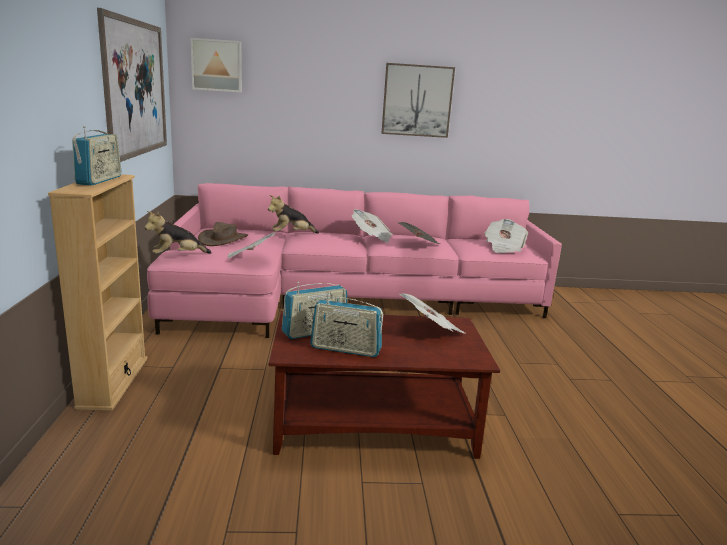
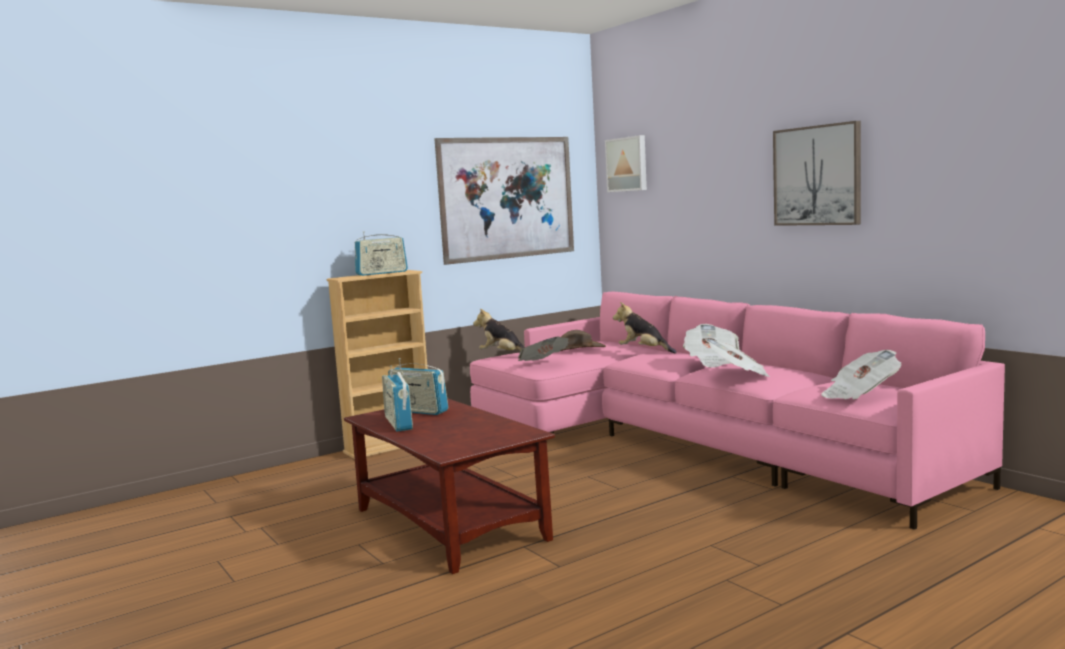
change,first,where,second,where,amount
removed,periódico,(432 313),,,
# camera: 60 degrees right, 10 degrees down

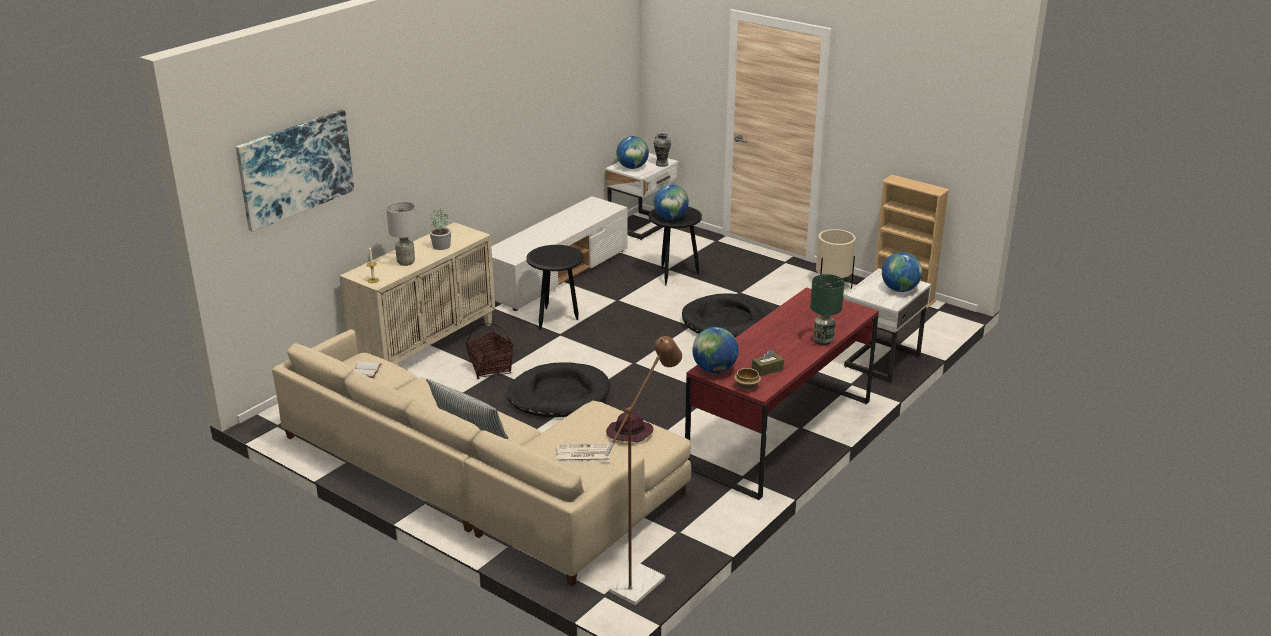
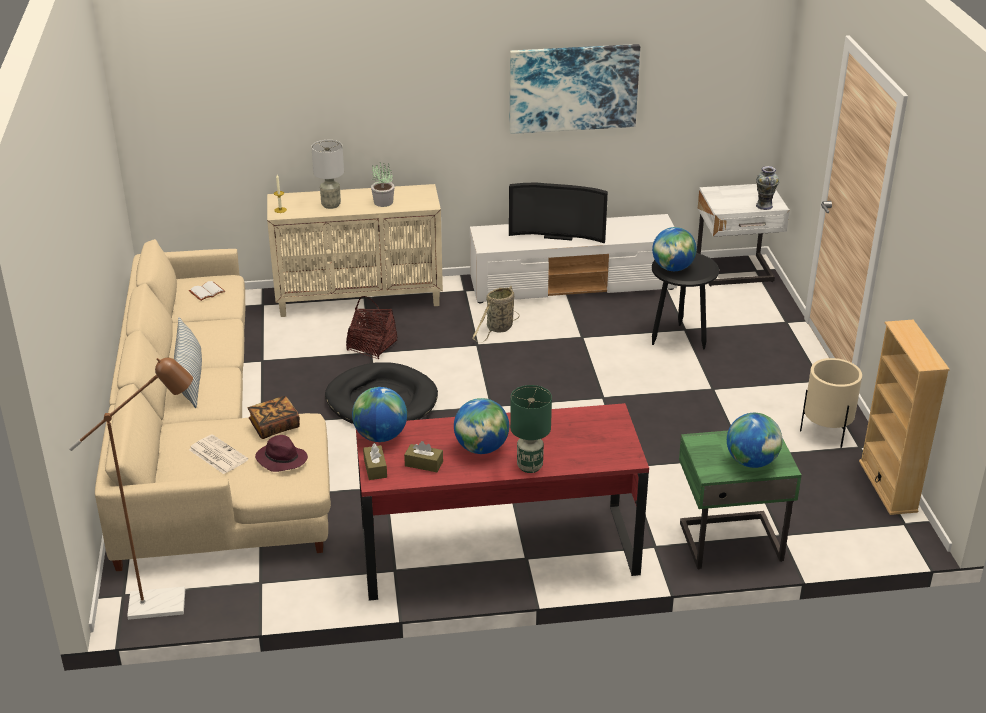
change,first,where,second,where,amount
moved,cuadro,(295 171),,(575 89),
moved,globo terráqueo,(632 152),,(481 426),
replaced,mesa auxiliar [negro],(555 287),cesta,(496 314),
recoloured,mesita de noche [blanco],(887 325),mesita de noche [verde],(740 500),
removed,cama para perro [negro],(727 315),,,
replaced,cuenco,(747 379),caja de pañuelos [marrón],(375 461),
added,,,televisor,(558 212),
added,,,libro,(274 417),
# camera: 45 degrees right, 5 degrees up

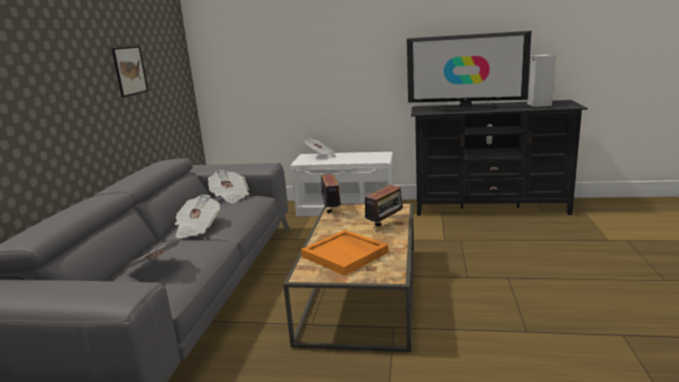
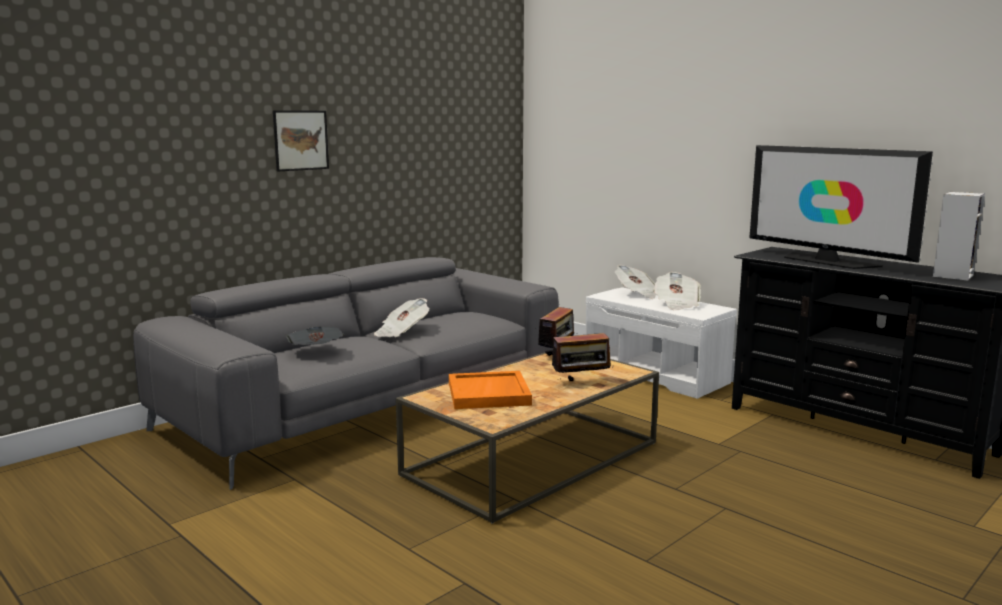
change,first,where,second,where,amount
moved,cuadro,(129 71),,(301 140),
moved,periódico,(229 186),,(677 291),
# camera: 35 degrees right, 5 degrees down

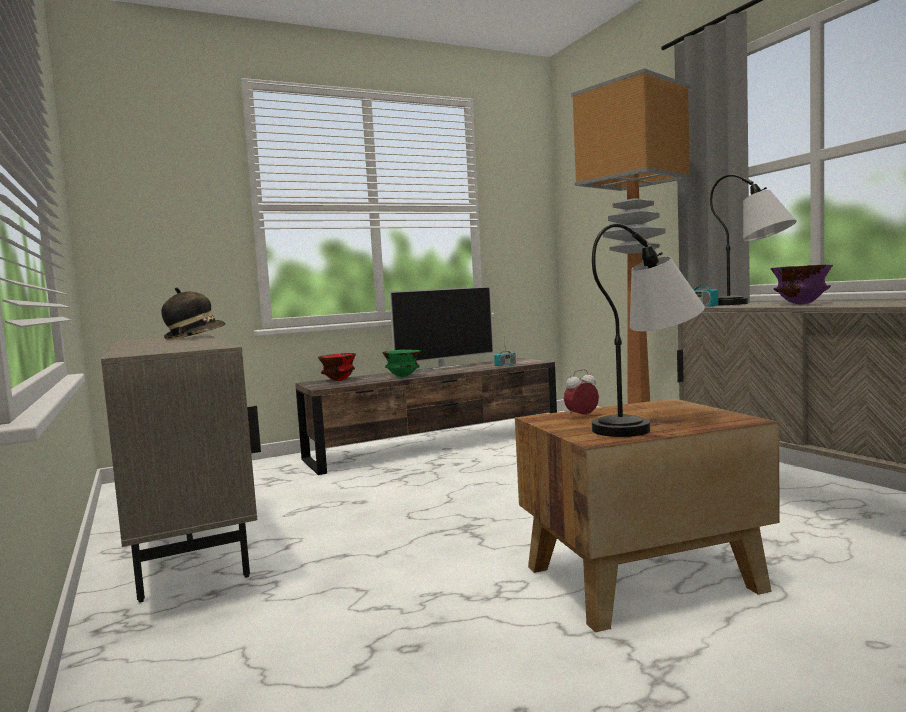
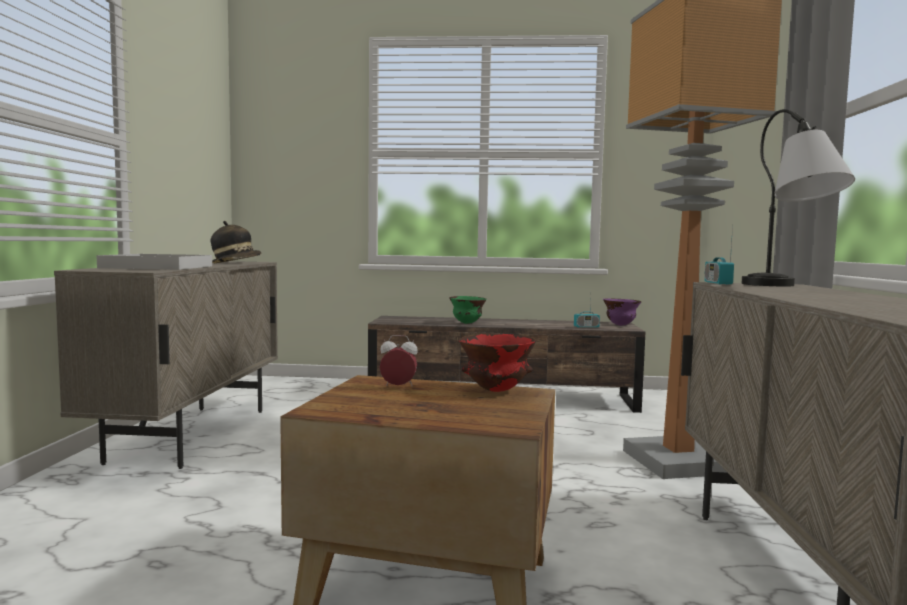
change,first,where,second,where,amount
removed,lámpara de mesa,(648 330),,,
moved,cuenco [morado],(802 285),,(622 312),
removed,televisor,(441 328),,,
moved,cuenco [rojo],(337 367),,(497 363),
added,,,bandeja [blanco],(154 262),
# camera: 30 degrees right, 0 degrees up

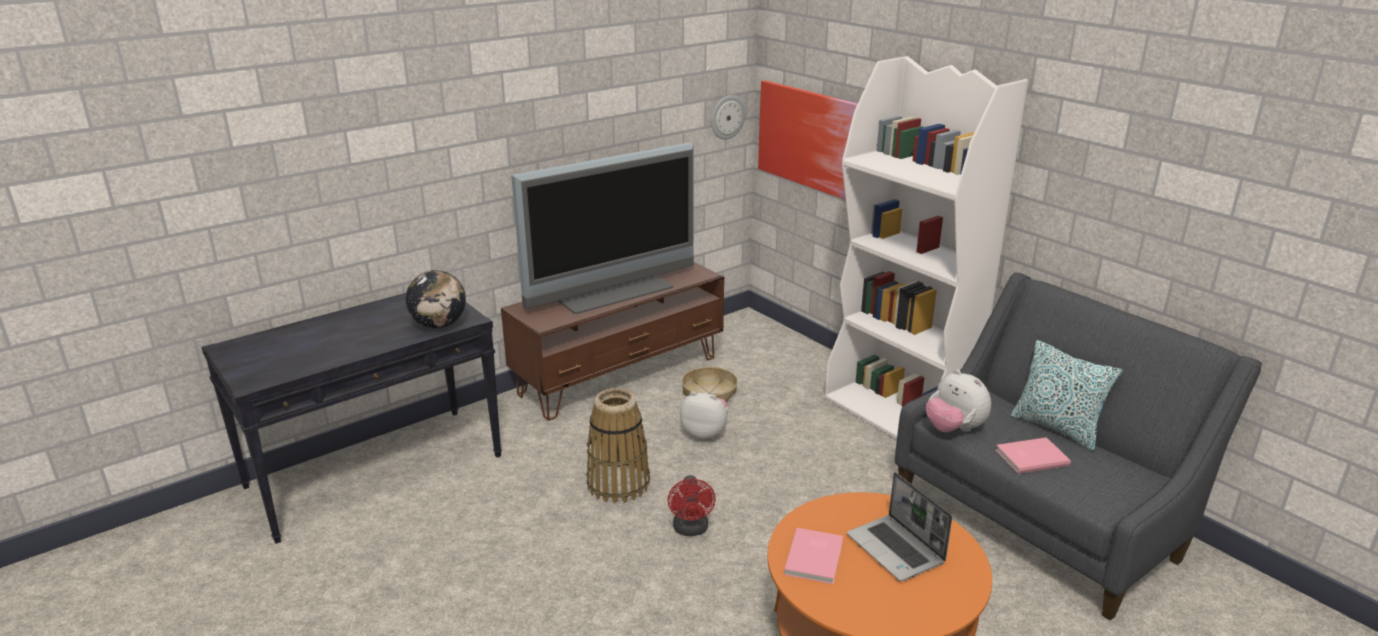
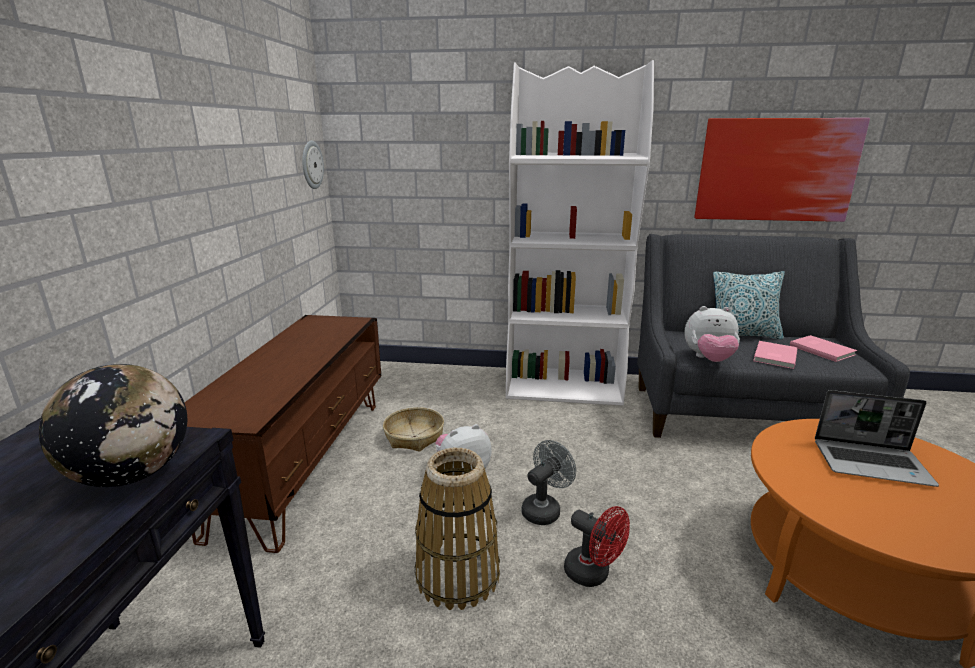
change,first,where,second,where,amount
moved,cuadro,(808 140),,(782 170),
removed,televisor,(602 228),,,
moved,libro [rosa],(813 556),,(823 348),
added,,,ventilador [gris],(549 482),
# camera: 45 degrees left, 5 degrees down

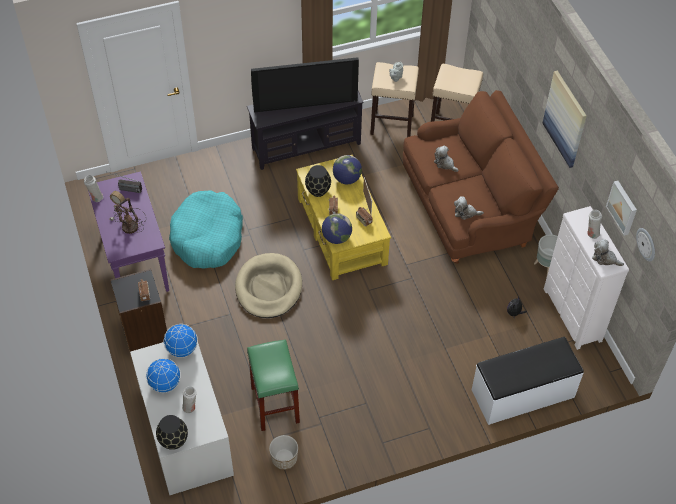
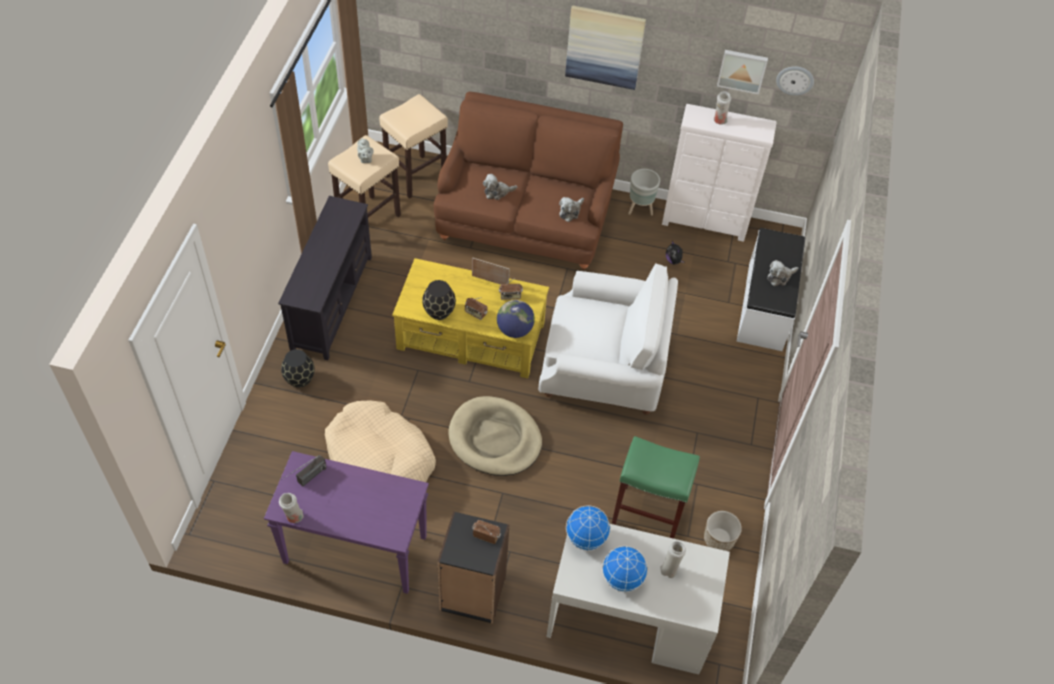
change,first,where,second,where,amount
removed,televisor,(305 85),,,
removed,globo terráqueo,(347 169),,,
recoloured,cama para perro [turquesa],(206 229),cama para perro [beis],(380 441),
removed,lámpara de mesa,(127 212),,,
moved,peluche,(608 252),,(782 273),
moved,florero [negro],(172 432),,(298 368),
added,,,sillón [blanco],(608 339),
# camera: 60 degrees left, 0 degrees up

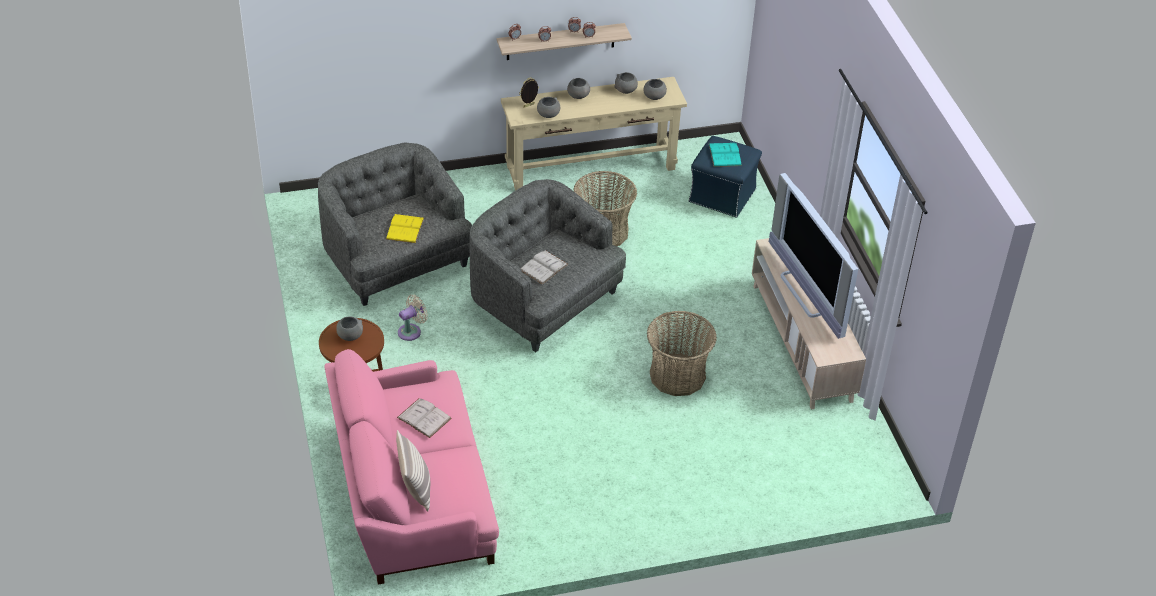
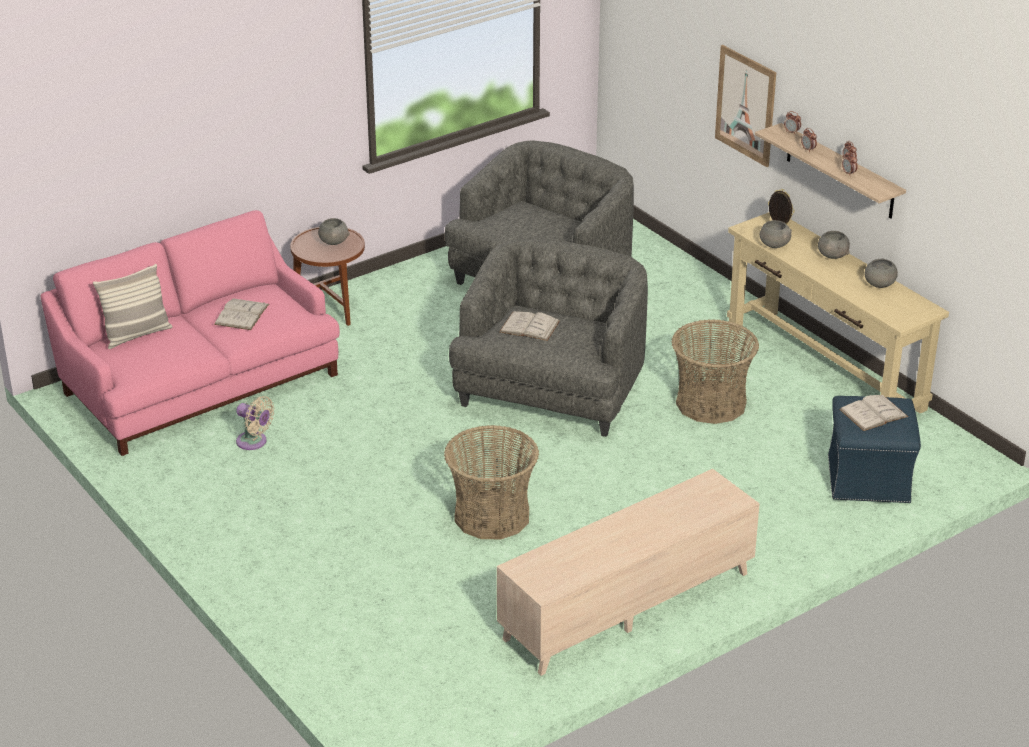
change,first,where,second,where,amount
removed,cuenco [gris],(655 89),,,
recoloured,libro [turquesa],(725 155),libro [blanco],(873 413),
removed,televisor,(813 256),,,
removed,libro [amarillo],(405 228),,,
moved,ventilador [beis],(413 317),,(255 423),
added,,,cuadro,(745 106),
# camera: 70 degrees right, 10 degrees down

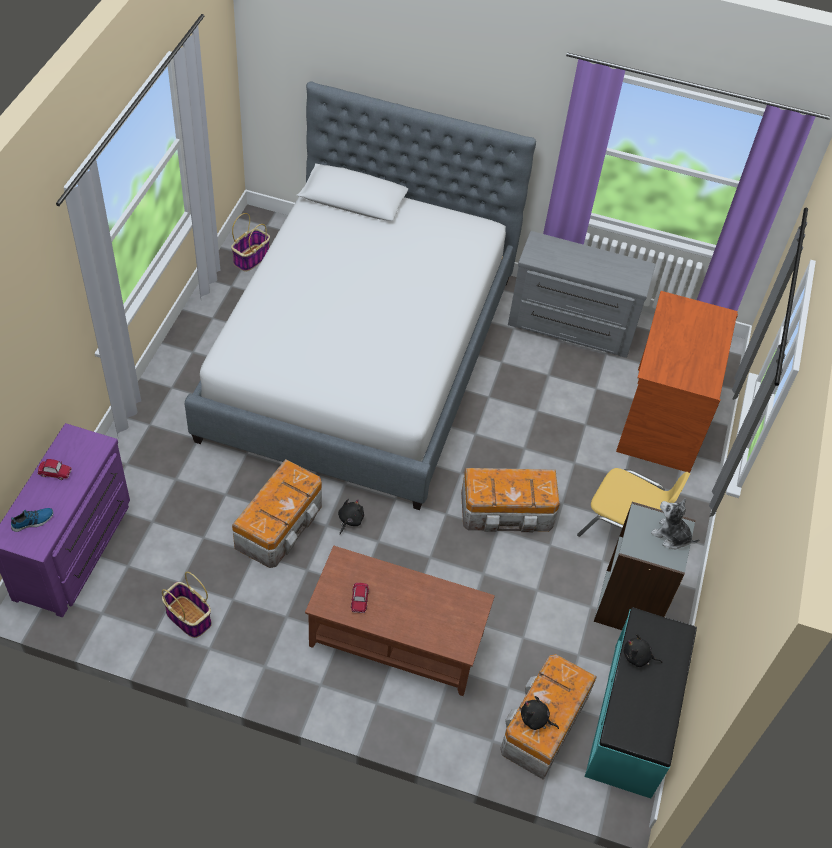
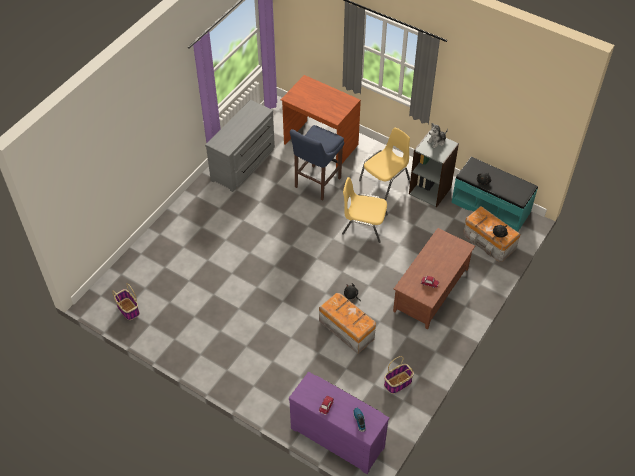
change,first,where,second,where,amount
removed,cama,(360 296),,,
replaced,caja de almacenaje,(510 500),silla [amarillo],(365 210),
added,,,taburete [azul],(317 162),
# camera: 70 degrees left, 0 degrees up

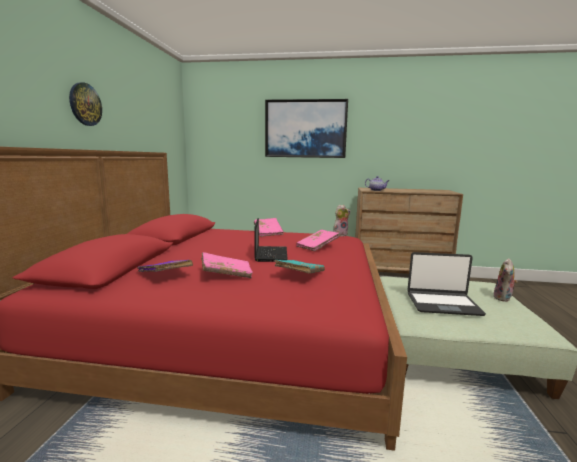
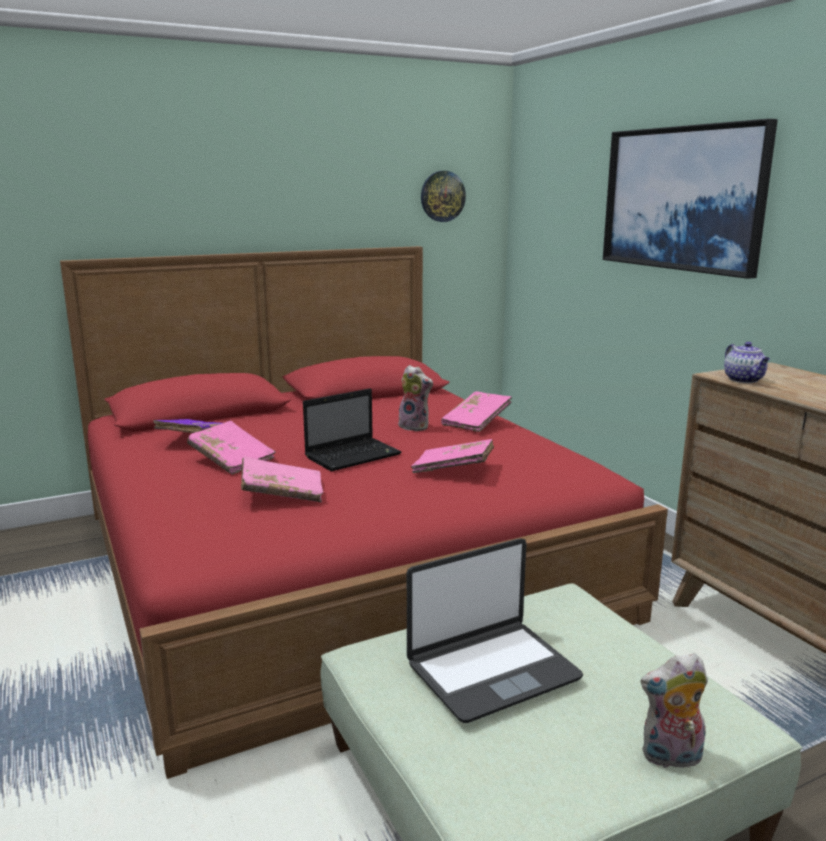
change,first,where,second,where,amount
moved,reloj de pared,(85 104),,(443 196),
moved,peluche,(342 221),,(415 398),
turned,portátil,(446 284),,(495 631),90 degrees counterclockwise
recoloured,libro [turquesa],(299 266),libro [rosa],(282 479),
# camera: 55 degrees right, 5 degrees up

